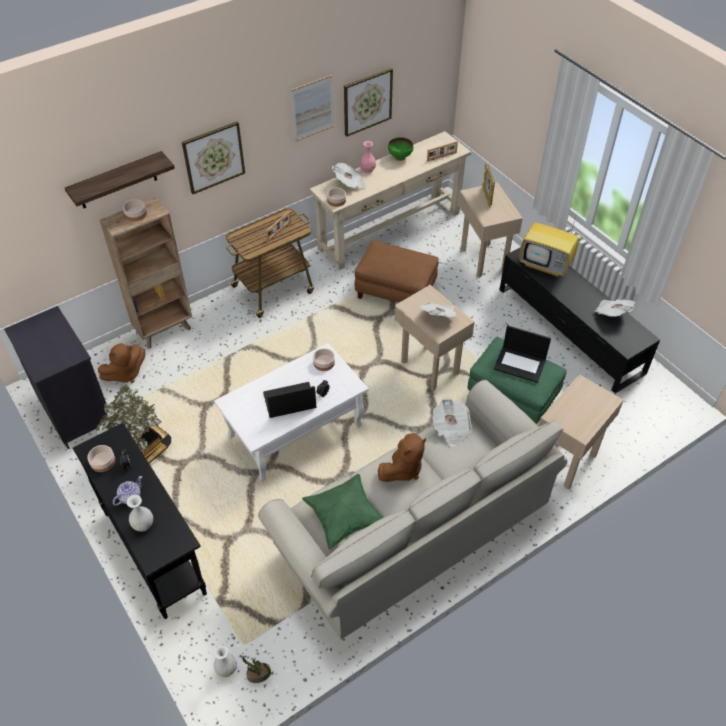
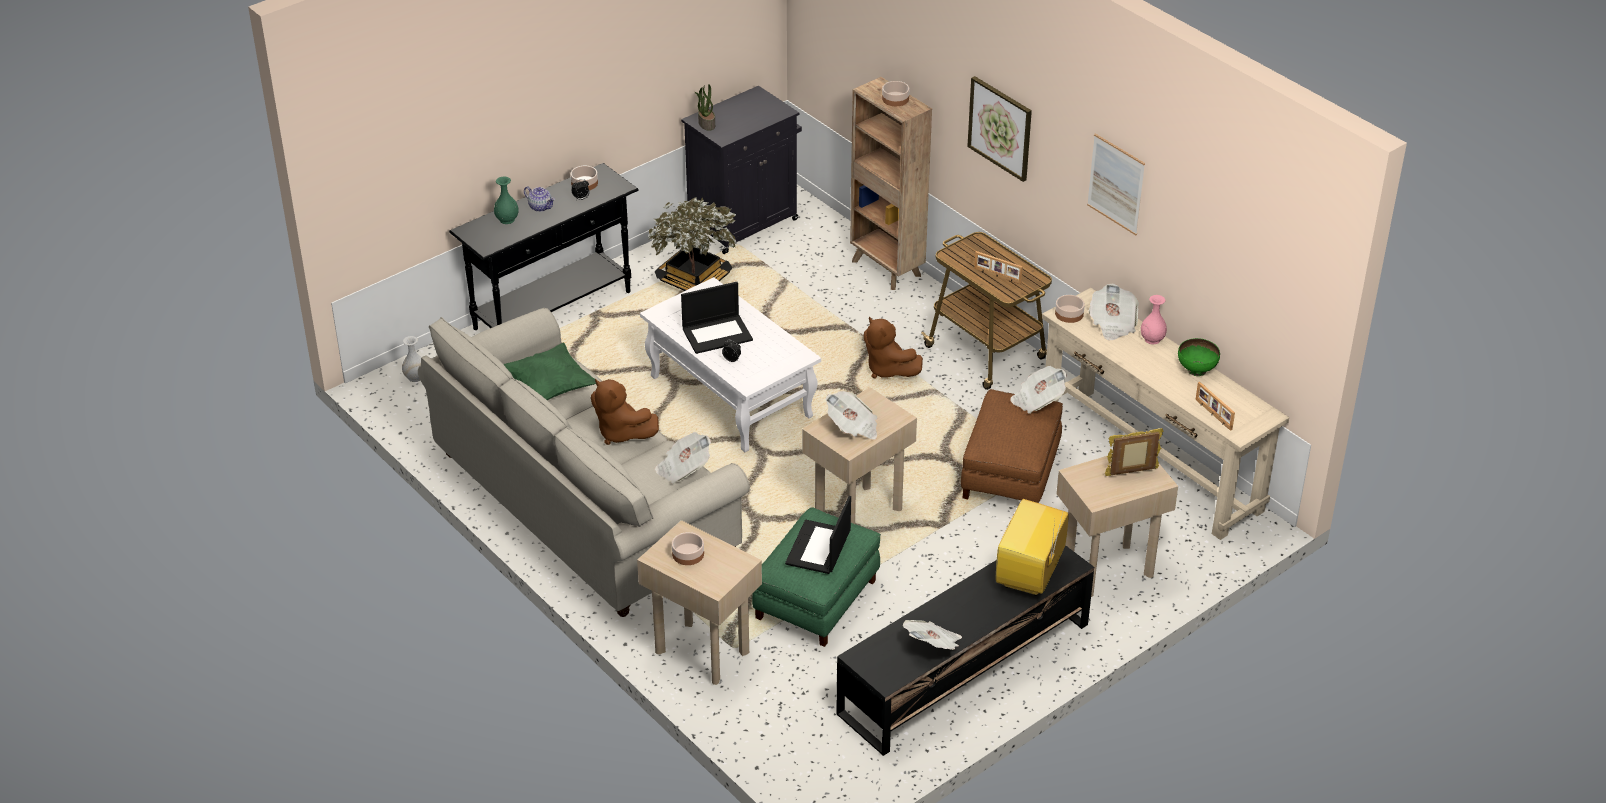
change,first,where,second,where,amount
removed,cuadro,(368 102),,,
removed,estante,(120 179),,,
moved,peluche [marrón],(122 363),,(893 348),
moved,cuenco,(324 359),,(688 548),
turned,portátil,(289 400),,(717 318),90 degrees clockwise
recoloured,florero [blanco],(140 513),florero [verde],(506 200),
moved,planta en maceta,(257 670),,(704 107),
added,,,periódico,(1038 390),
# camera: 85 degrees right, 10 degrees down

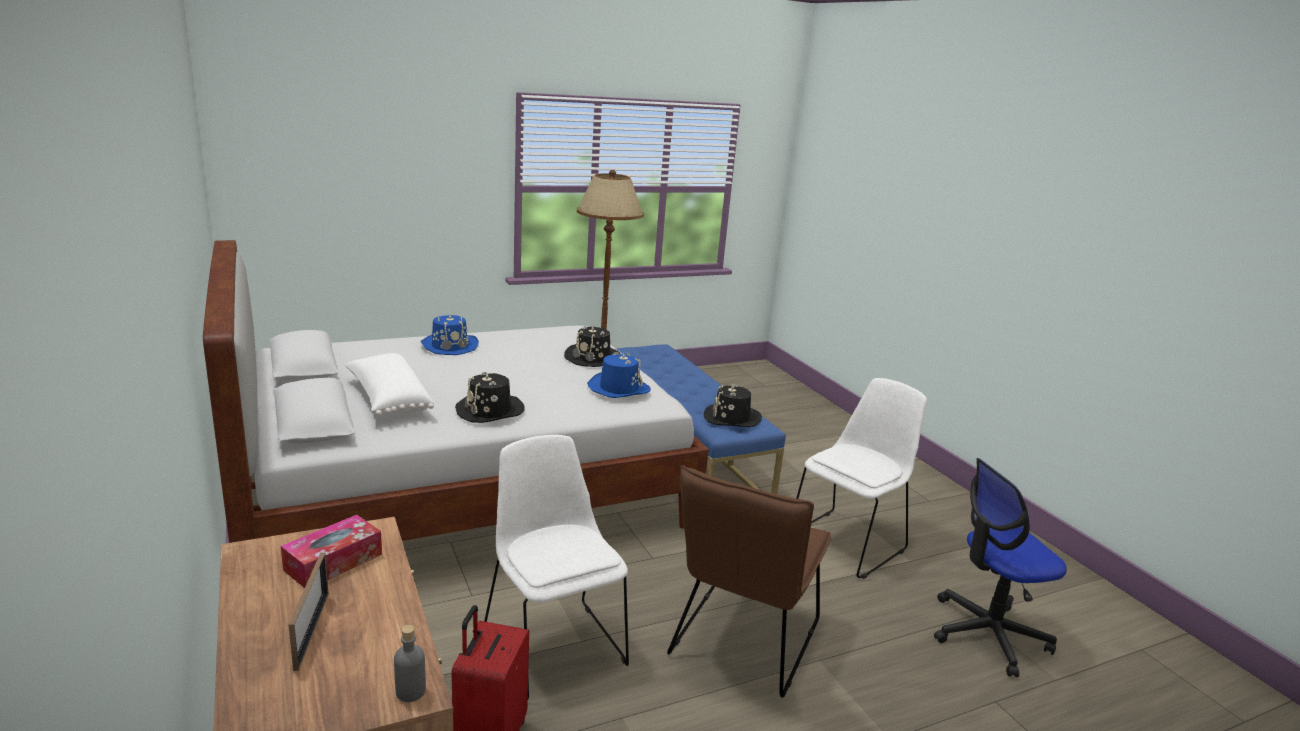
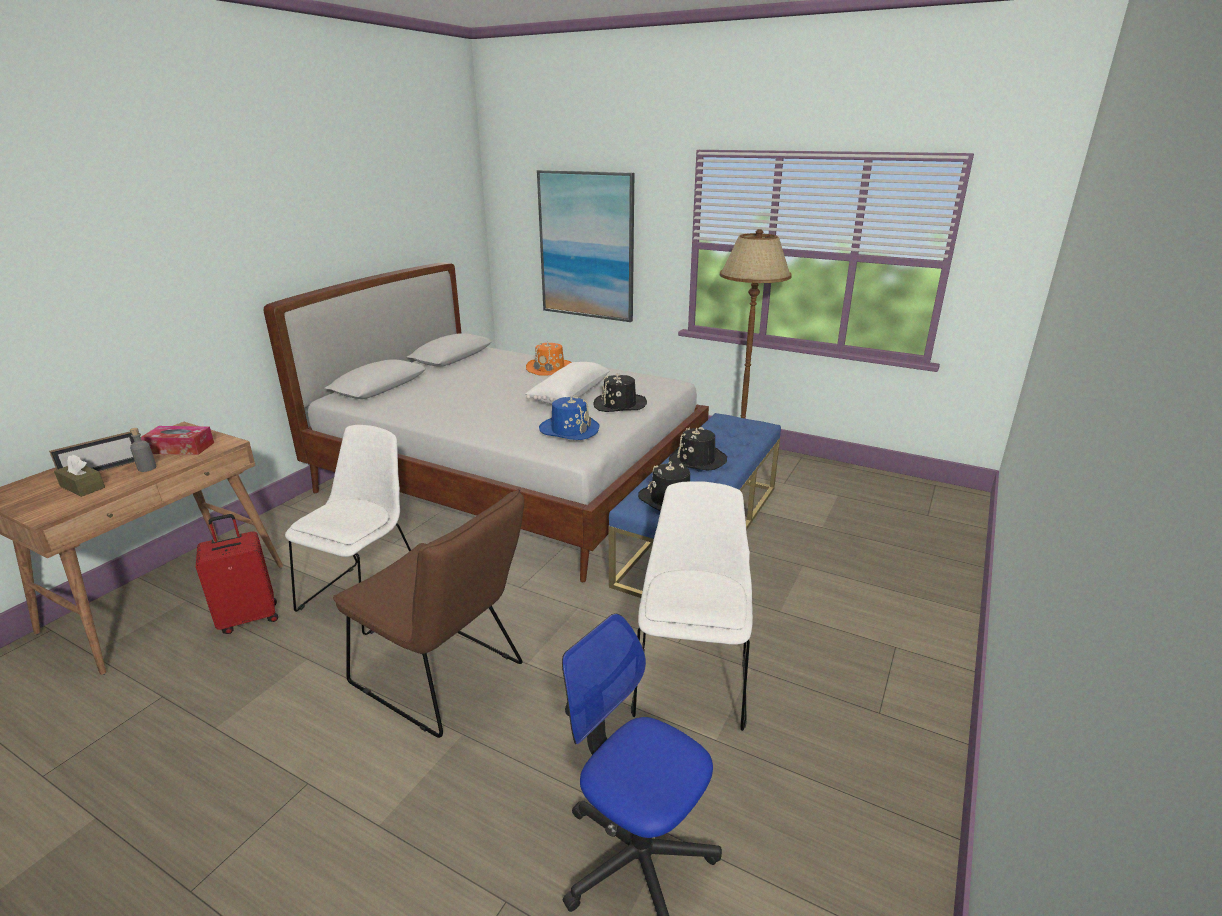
change,first,where,second,where,amount
recoloured,sombrero [azul],(450 335),sombrero [naranja],(549 359),
moved,cojín [blanco],(389 384),,(567 383),
moved,sombrero [negro],(489 397),,(698 449),
turned,silla [blanco],(861 478),,(692 606),90 degrees counterclockwise
turned,silla [marrón],(749 581),,(428 613),135 degrees counterclockwise
moved,botella [gris],(410 663),,(143 450),
added,,,cuadro,(585 246),
added,,,caja de pañuelos [marrón],(79 476),
# camera: 55 degrees right, 5 degrees up

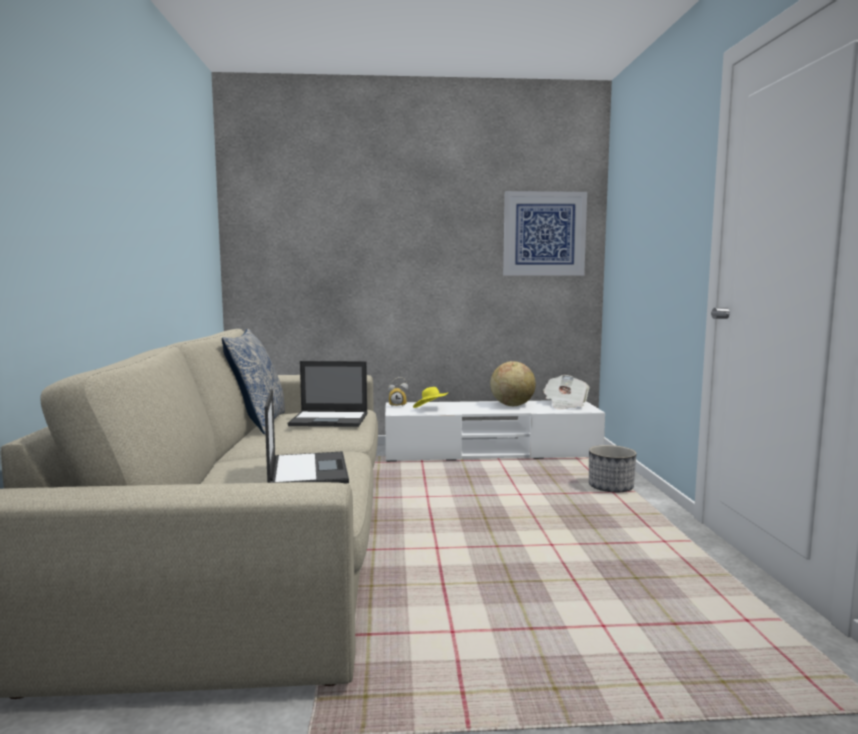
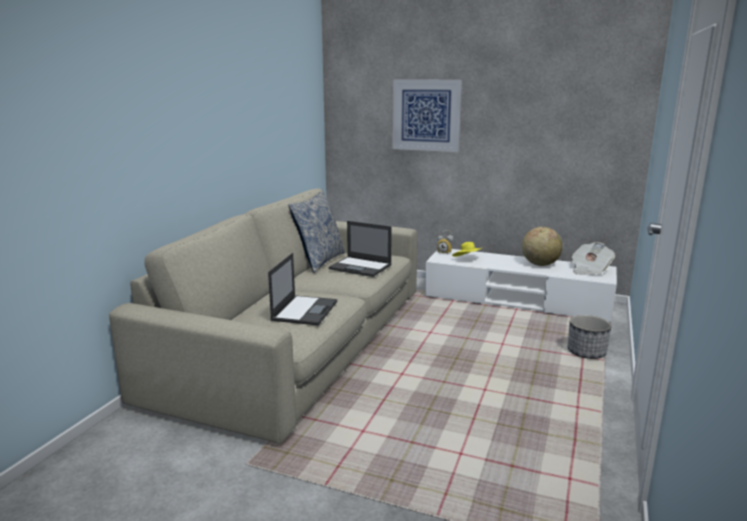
change,first,where,second,where,amount
moved,cuadro,(545 233),,(427 115),
# camera: 25 degrees right, 10 degrees up

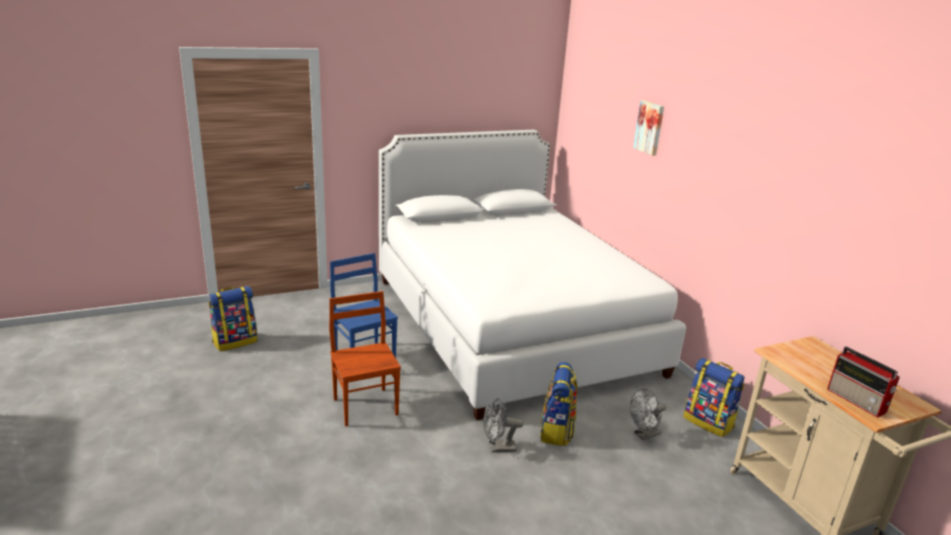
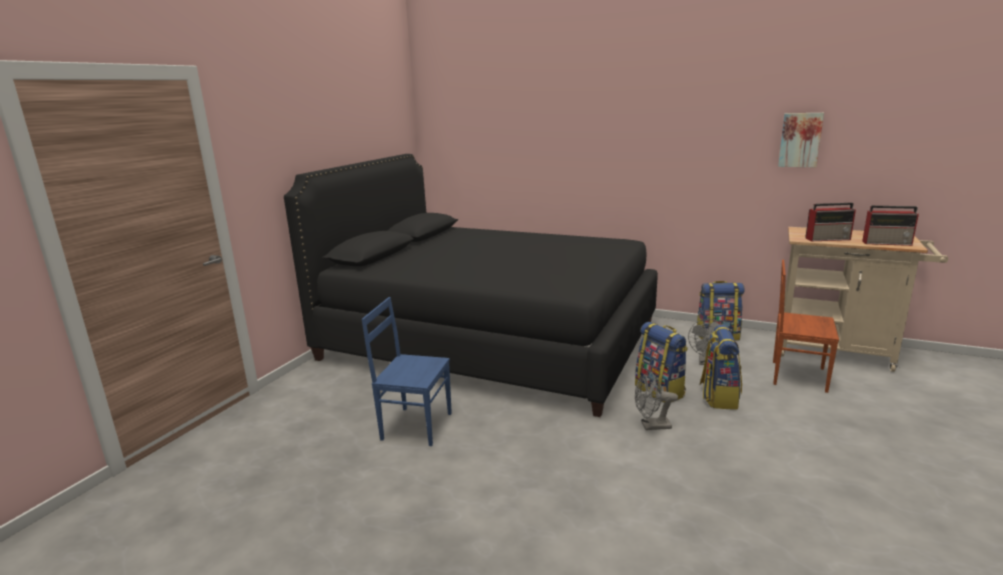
change,first,where,second,where,amount
moved,cuadro,(648 128),,(801 140),
recoloured,cama [blanco],(532 275),cama [negro],(471 285),
moved,mochila,(232 318),,(721 367),
moved,silla [marrón],(365 358),,(806 326),
turned,ventilador [gris],(503 425),,(656 400),45 degrees clockwise
added,,,radio,(830 222),
# camera: 40 degrees left, 5 degrees down

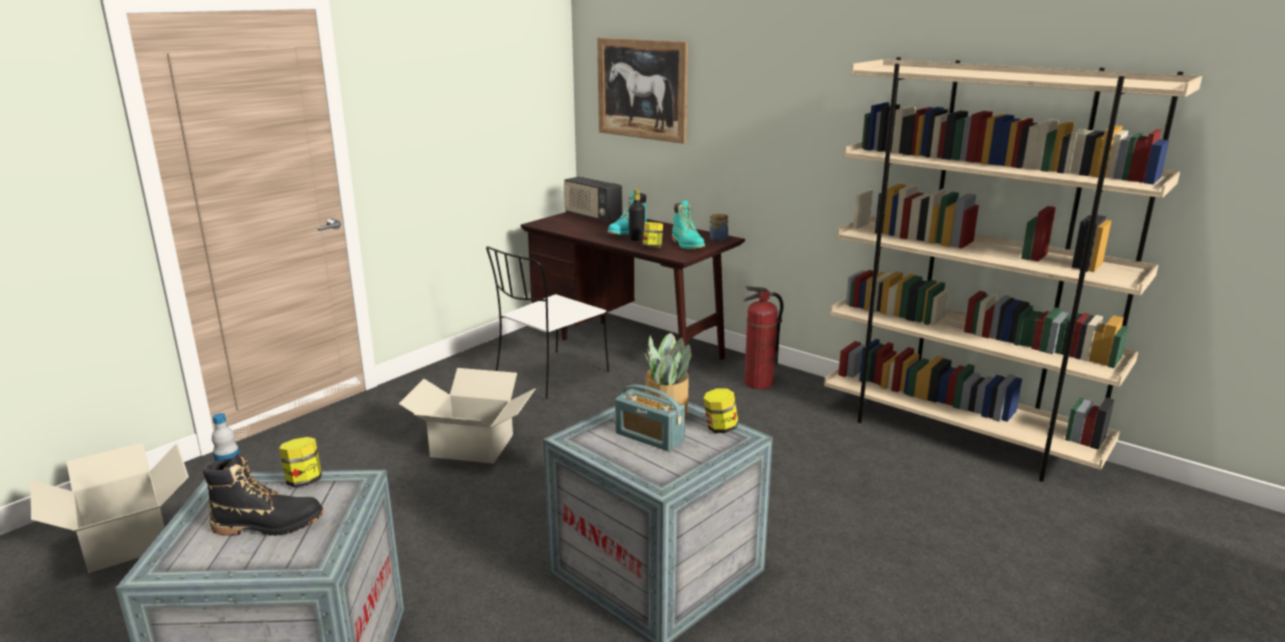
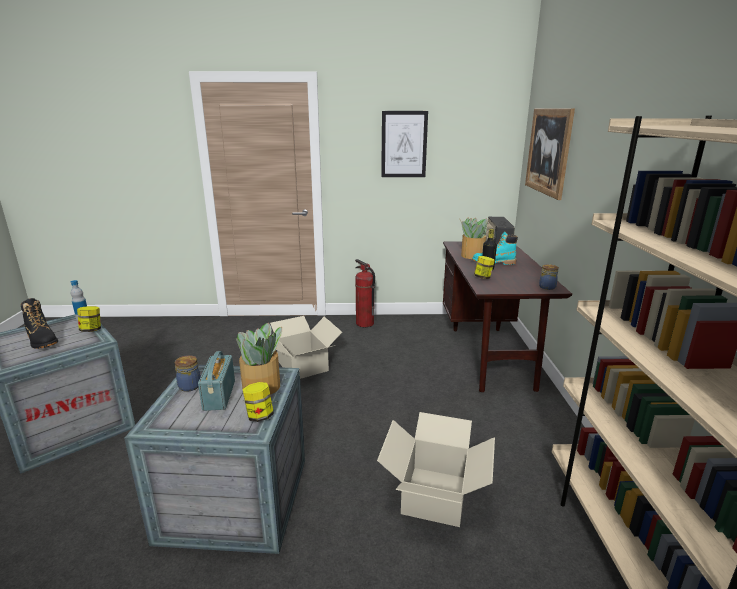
change,first,where,second,where,amount
removed,bota [turquesa],(688 225),,,
removed,silla [blanco],(547 322),,,
moved,extintor,(763 337),,(365 293),
moved,caja de cartón,(109 507),,(436 469),
added,,,cuadro,(404 144),
added,,,planta en maceta,(474 238),
added,,,tarro,(188 373),
# camera: 50 degrees right, 0 degrees up

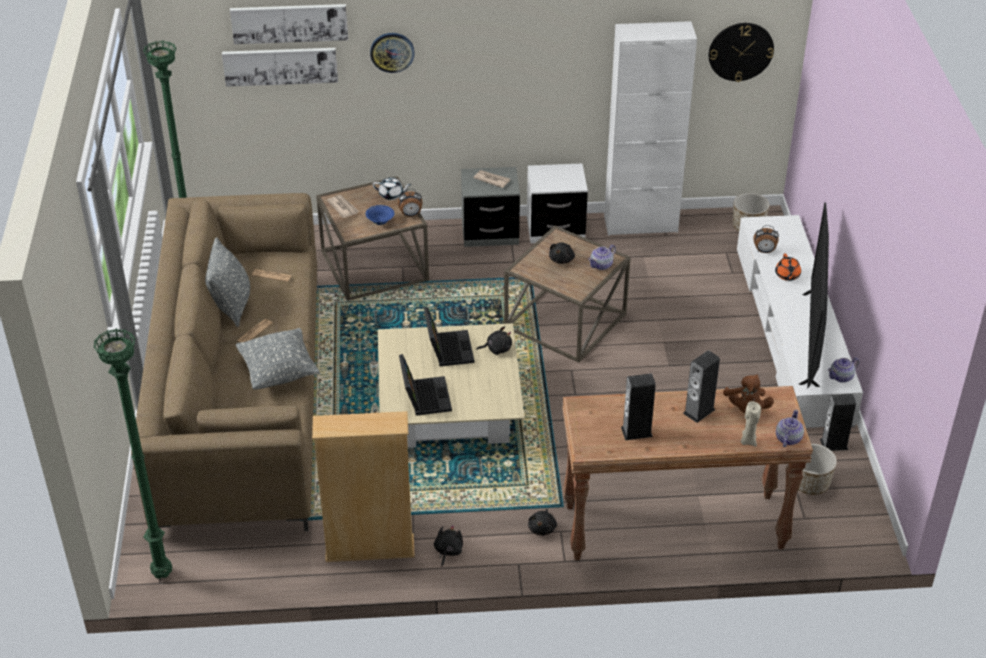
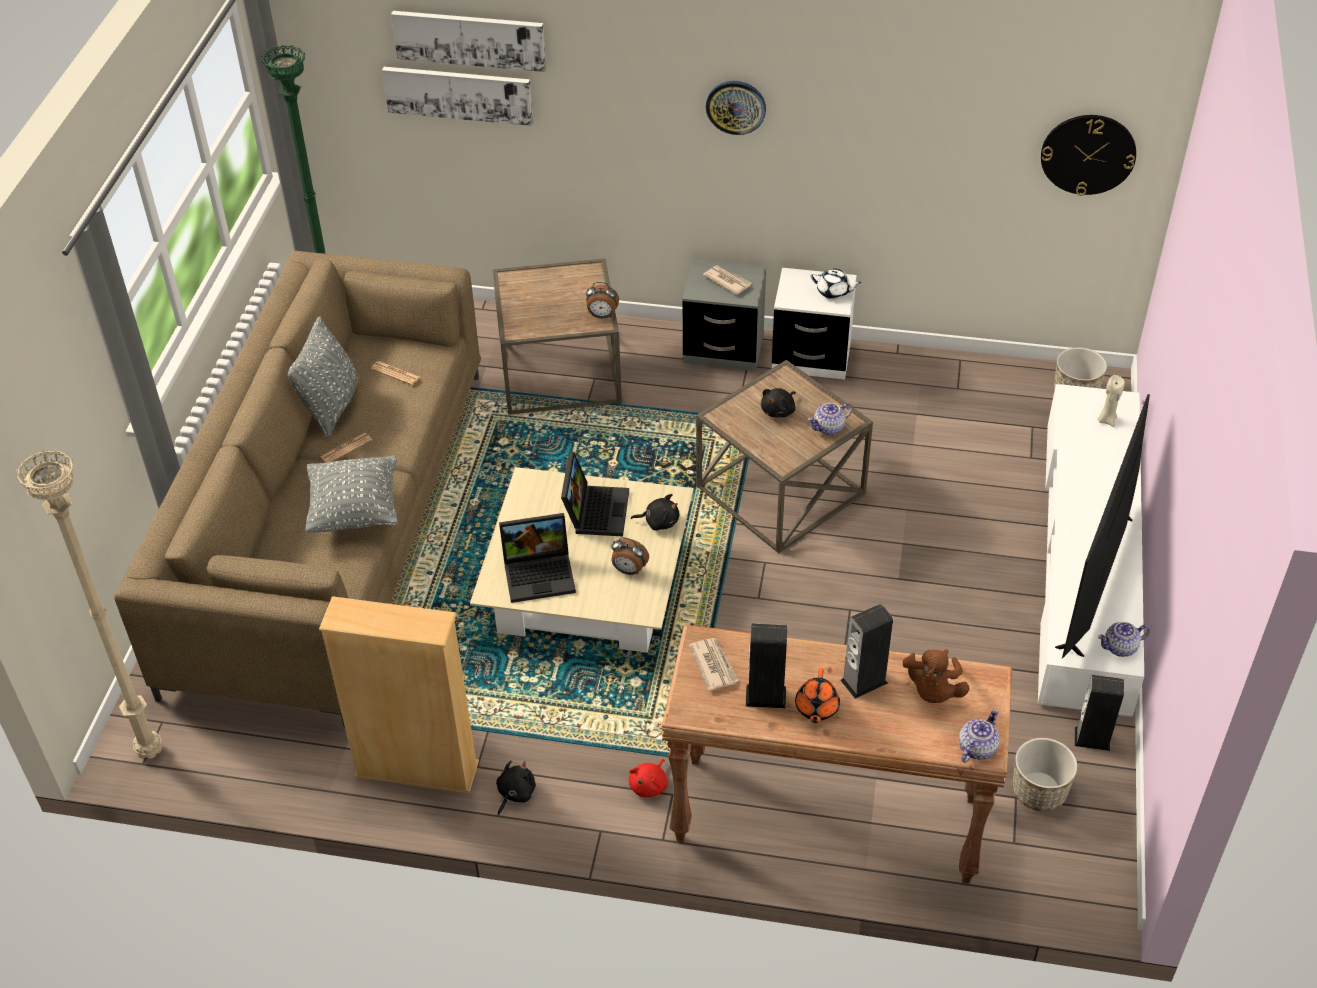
change,first,where,second,where,amount
removed,armario [blanco],(650 128),,,
moved,reloj de pared,(392 53),,(736 108),
moved,tetera [blanco],(392 188),,(835 284),
moved,periódico,(343 206),,(714 664),
removed,cuenco [azul],(380 215),,,
moved,despertador,(766 239),,(630 556),
moved,tetera [naranja],(788 267),,(817 695),
recoloured,lámpara de pie [verde],(133 453),lámpara de pie [beis],(89 604),
turned,portátil,(425 385),,(537 558),75 degrees clockwise
moved,vela [beis],(751 424),,(1111 401),
recoloured,peluche [negro],(542 522),peluche [rojo],(648 778),
# camera: 15 degrees right, 5 degrees up

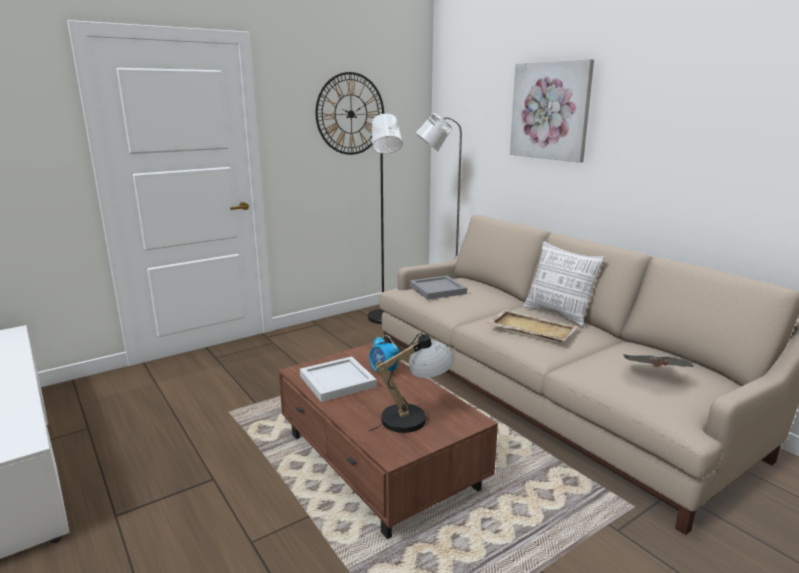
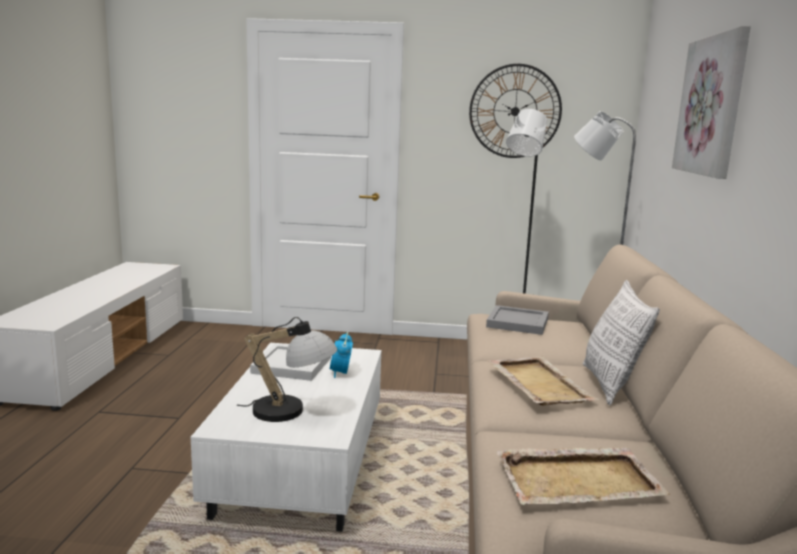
change,first,where,second,where,amount
recoloured,mesa de centro [marrón],(388 441),mesa de centro [blanco],(286 437),
replaced,periódico,(658 360),bandeja [beis],(583 476),
# camera: 40 degrees right, 5 degrees down

